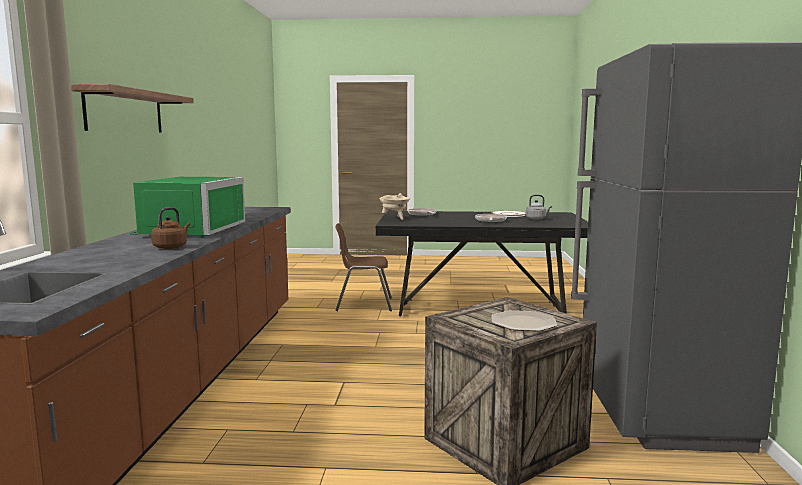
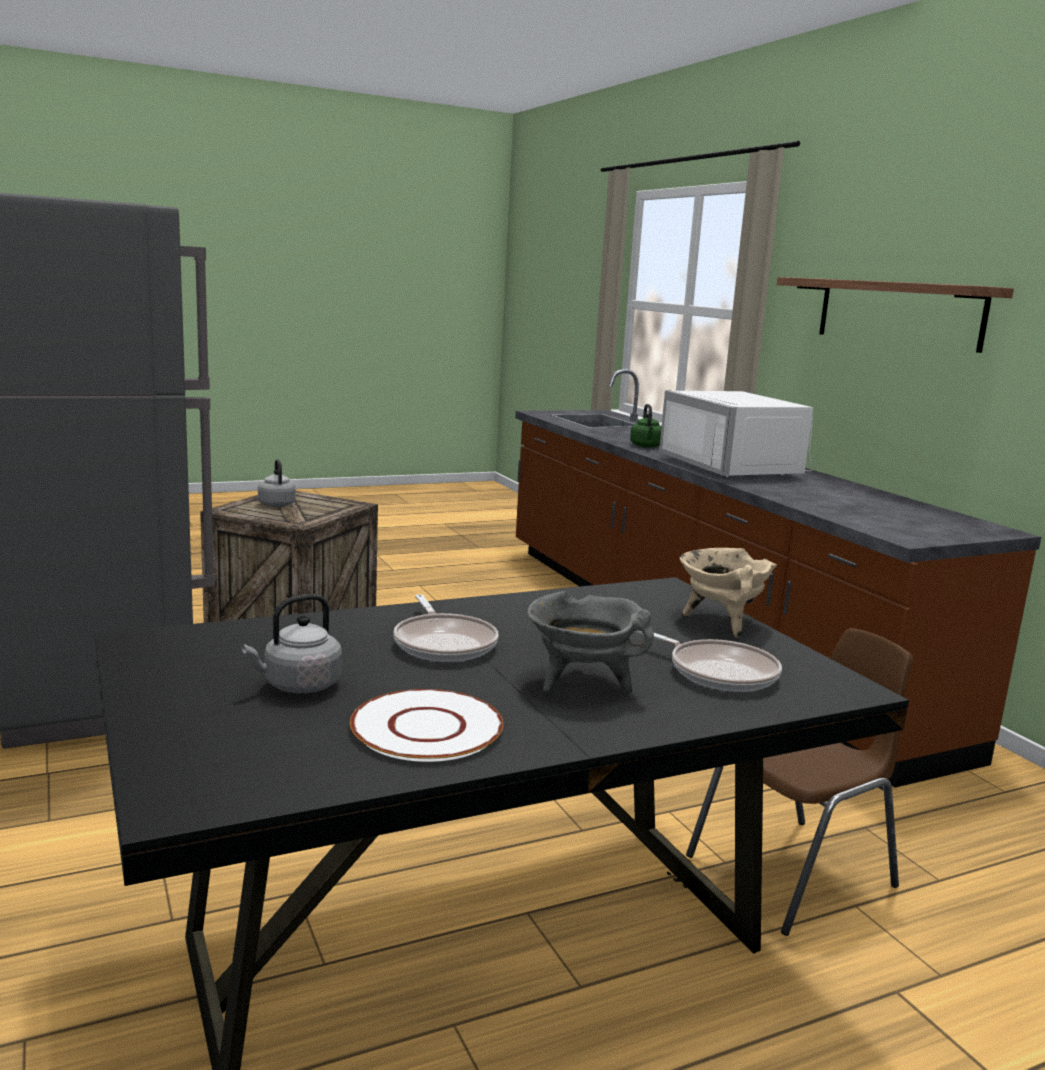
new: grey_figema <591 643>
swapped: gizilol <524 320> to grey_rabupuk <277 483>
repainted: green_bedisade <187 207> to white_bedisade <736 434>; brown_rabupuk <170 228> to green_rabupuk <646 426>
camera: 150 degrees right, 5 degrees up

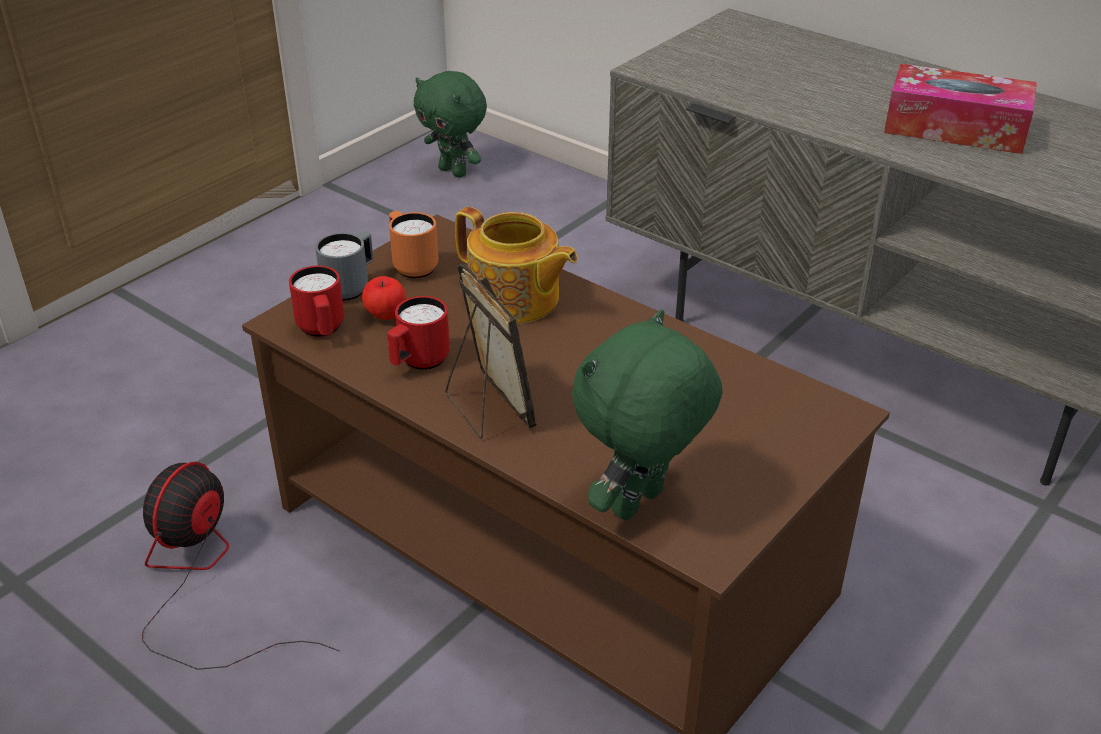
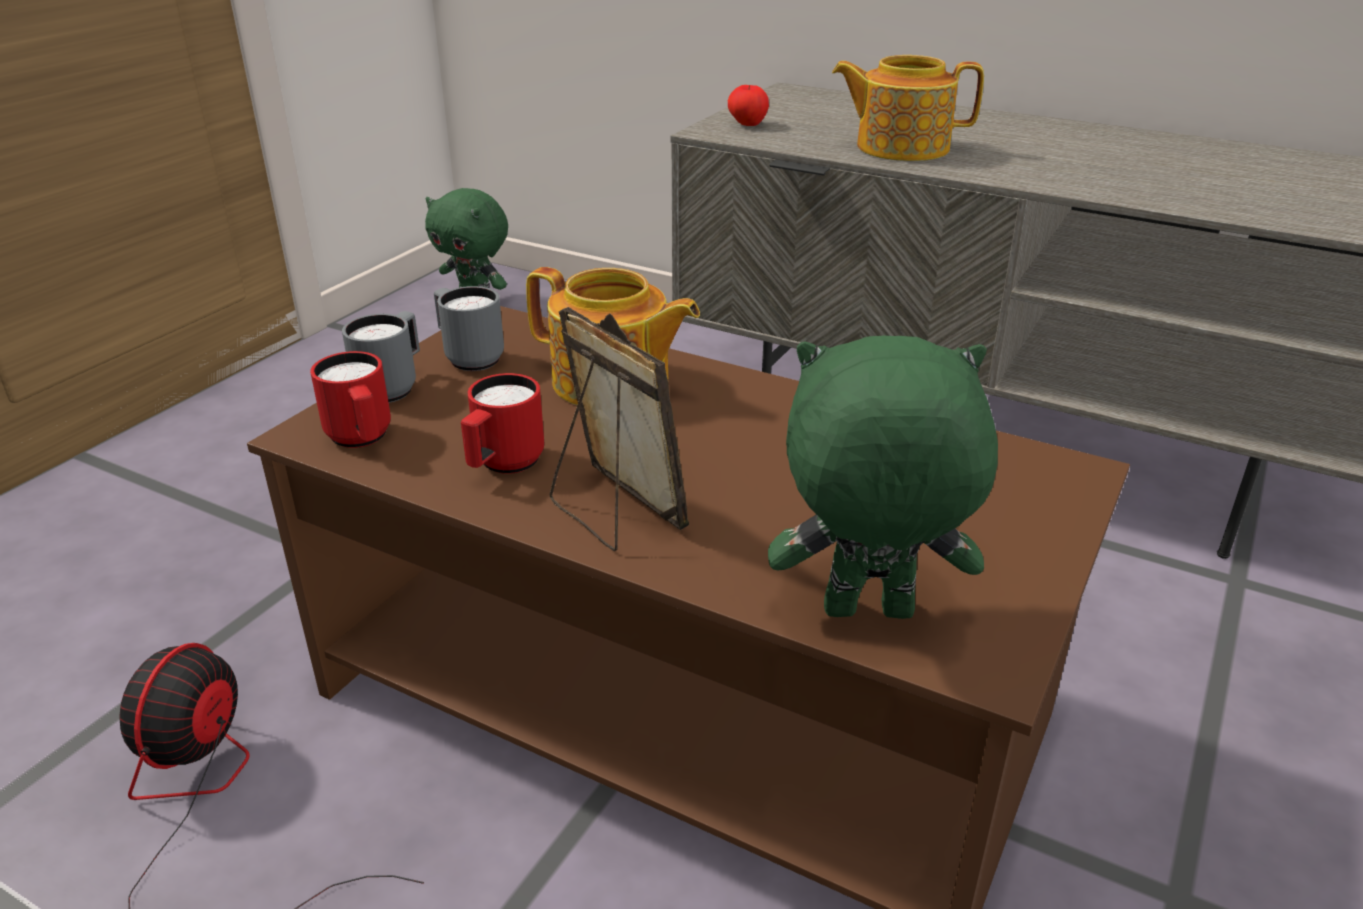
gone: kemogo <960 109>
new: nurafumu <908 108>
shifted: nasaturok <384 298> to <748 105>
repainted: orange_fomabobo <414 245> to grey_fomabobo <469 328>
rotated: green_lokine <647 415> = <883 477> 60 degrees clockwise
camera: 10 degrees left, 5 degrees down

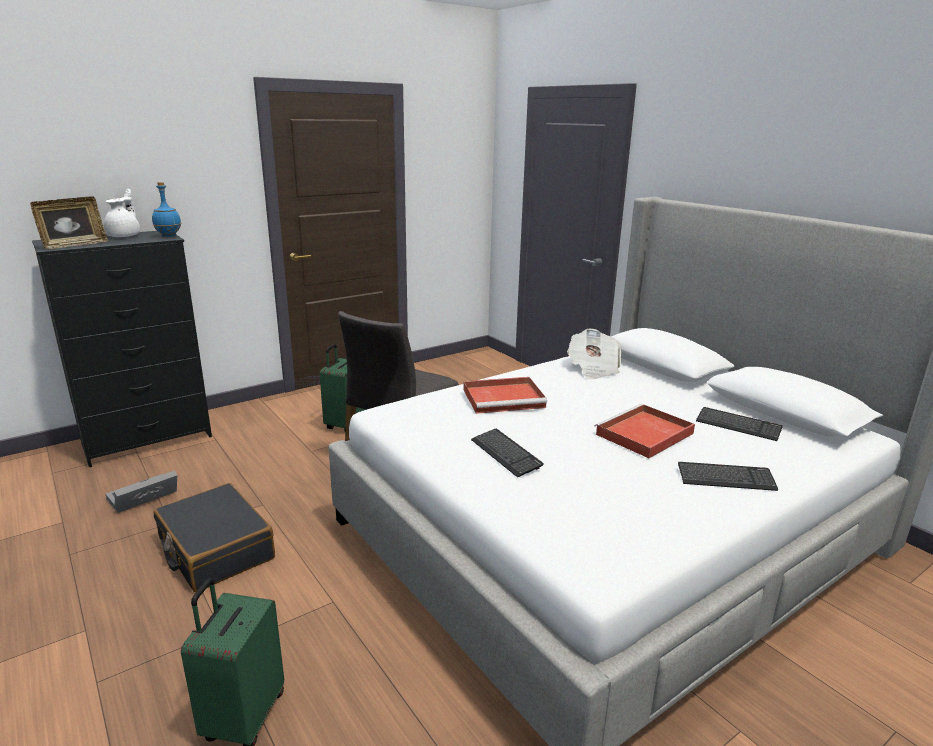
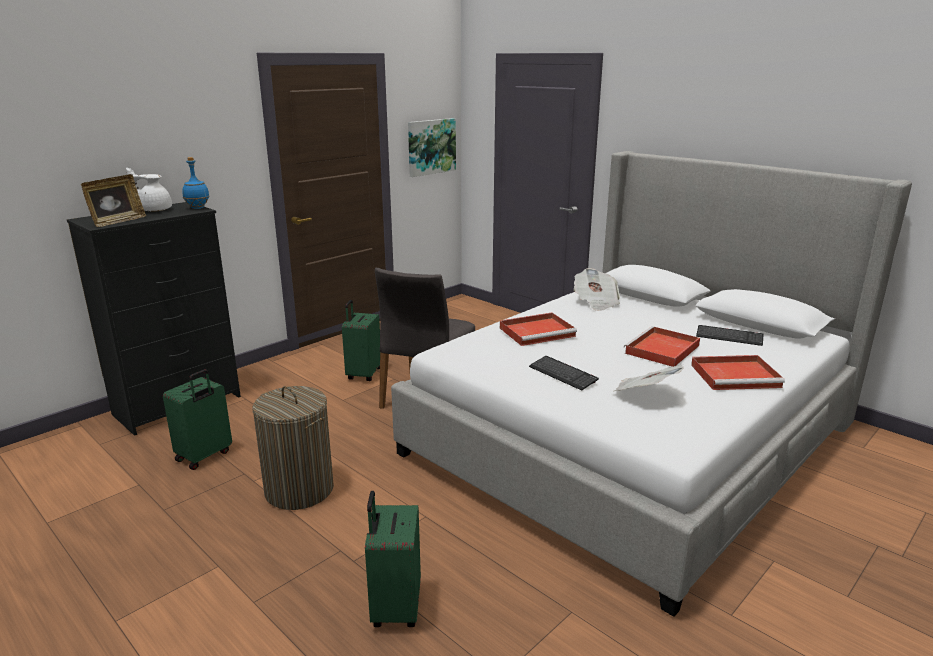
new: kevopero <432 147>; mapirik <648 378>
swapped: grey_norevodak <141 491> to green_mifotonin <197 419>; black_mifotonin <214 537> to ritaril <293 448>; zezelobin <728 476> to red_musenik <738 372>
rotated: white_nurafumu <122 213> = <149 189> 75 degrees counterclockwise
camera: 10 degrees left, 0 degrees up

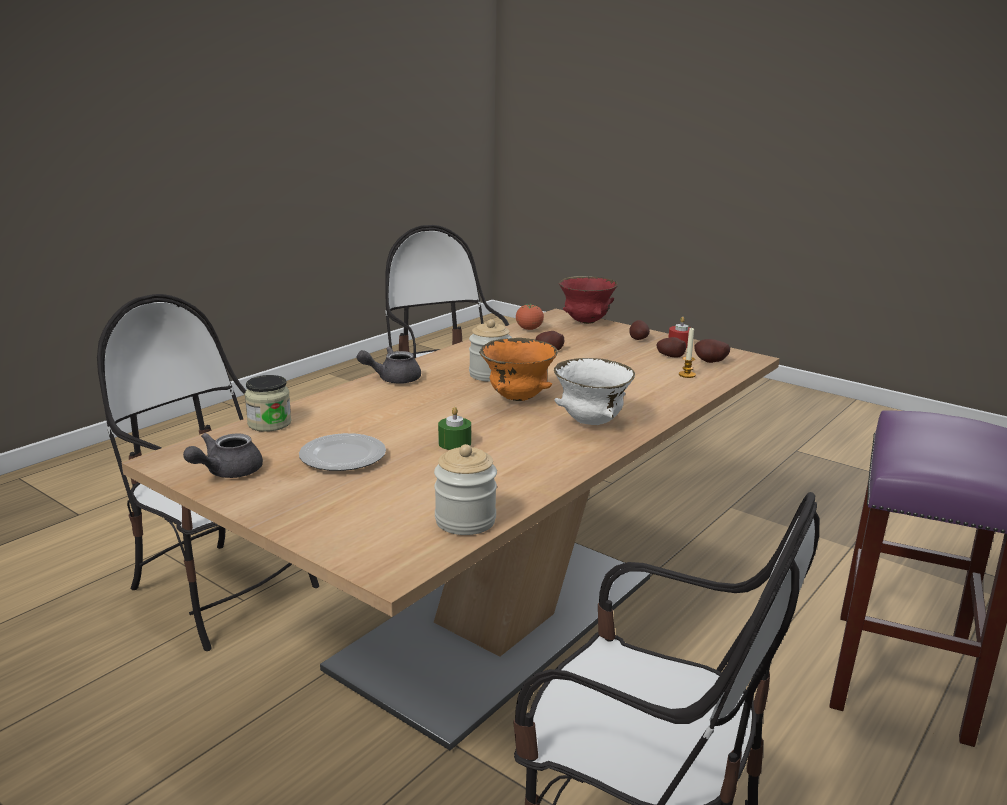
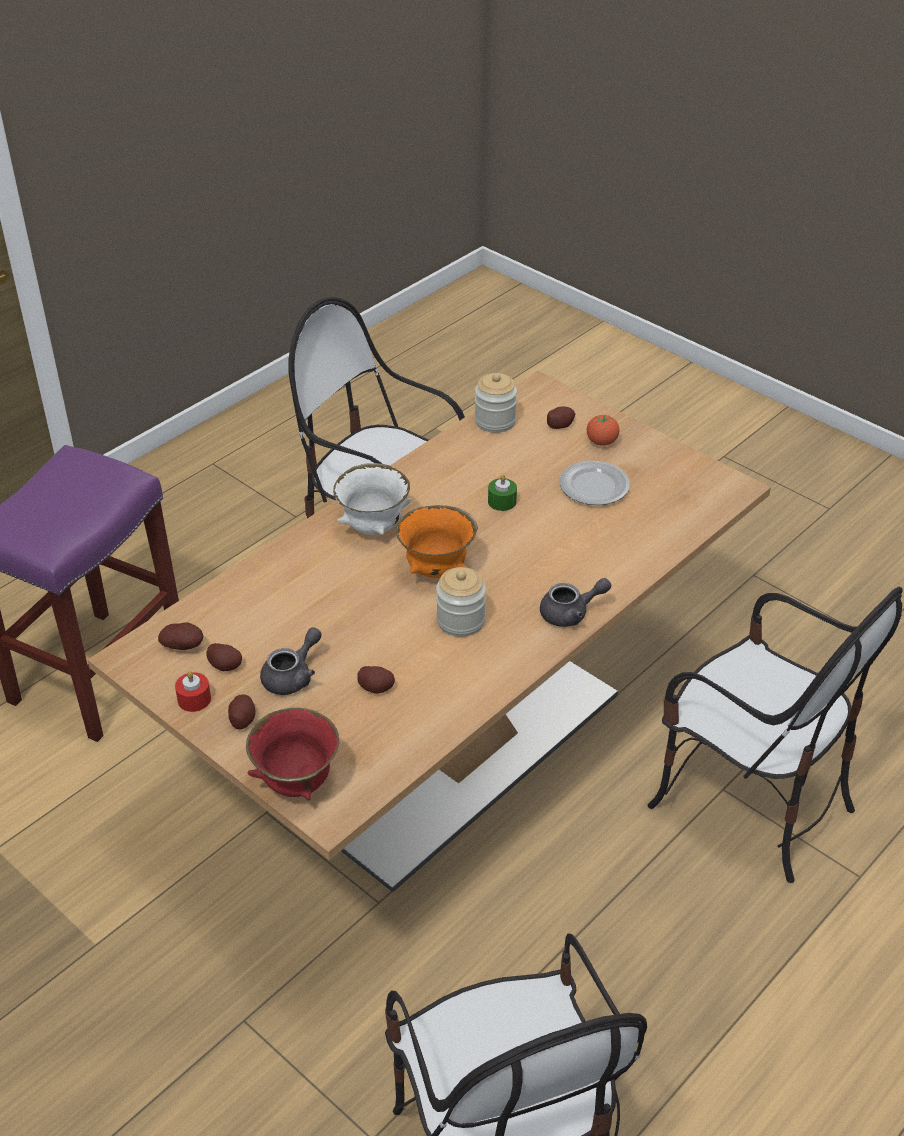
gone: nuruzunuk <268 403>; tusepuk <687 353>
new: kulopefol <561 418>
shifted: grey_nurafumu <223 455> to <291 661>; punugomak <530 317> to <603 430>
camera: 175 degrees left, 20 degrees up

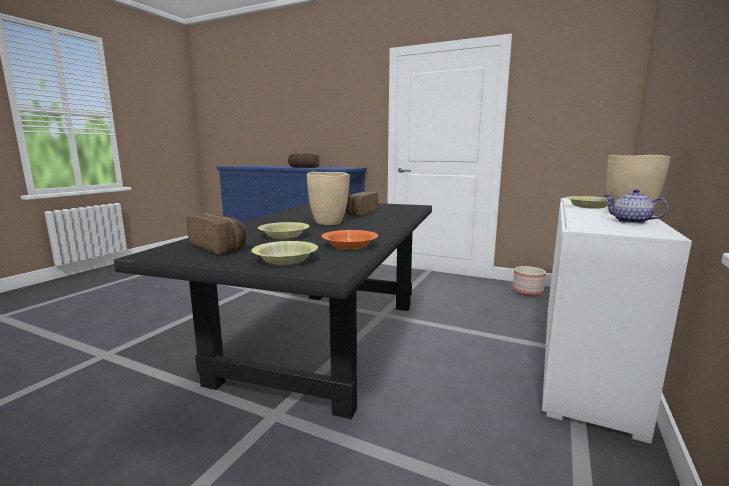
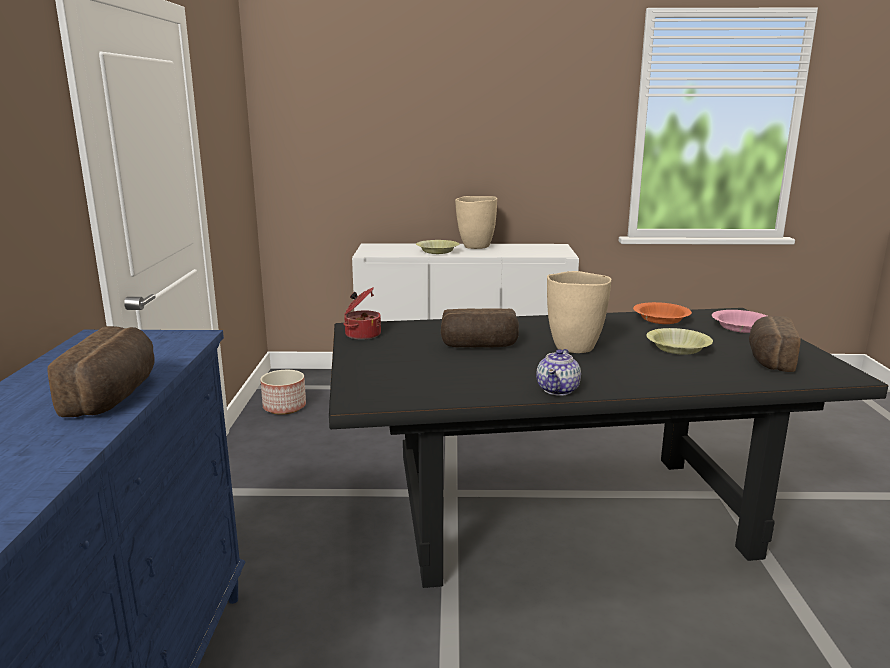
new: figema <362 313>
shifted: nurafumu <636 206> to <558 372>
repainted: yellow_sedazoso <284 253> to pink_sedazoso <739 321>
camera: 115 degrees left, 5 degrees up

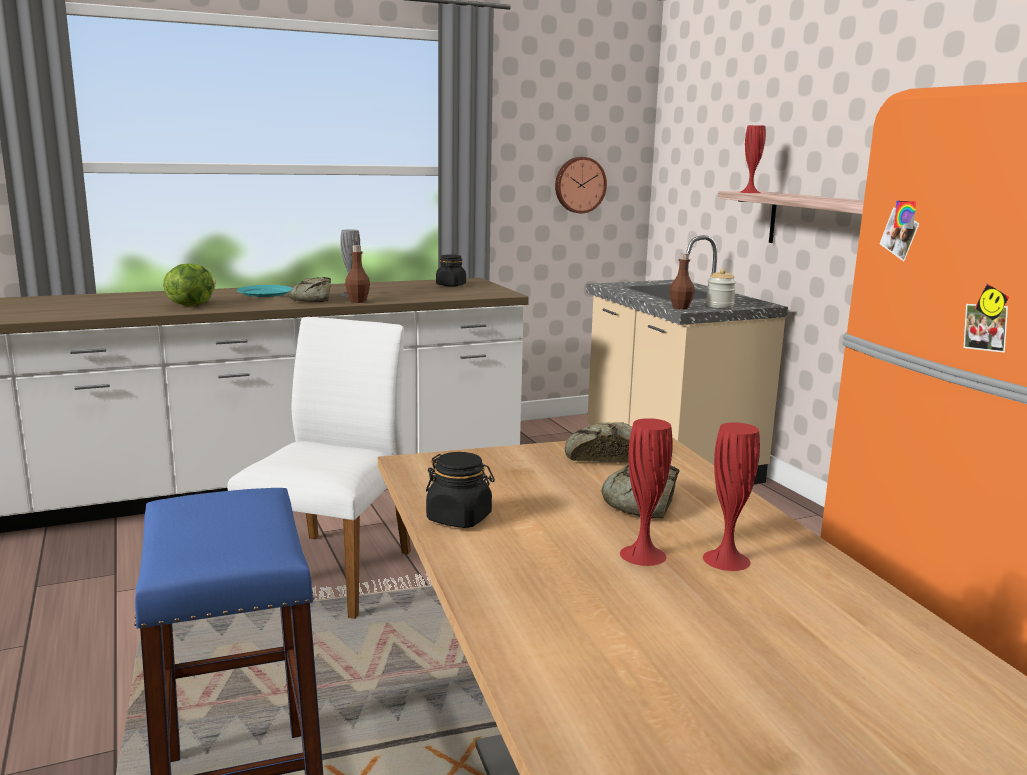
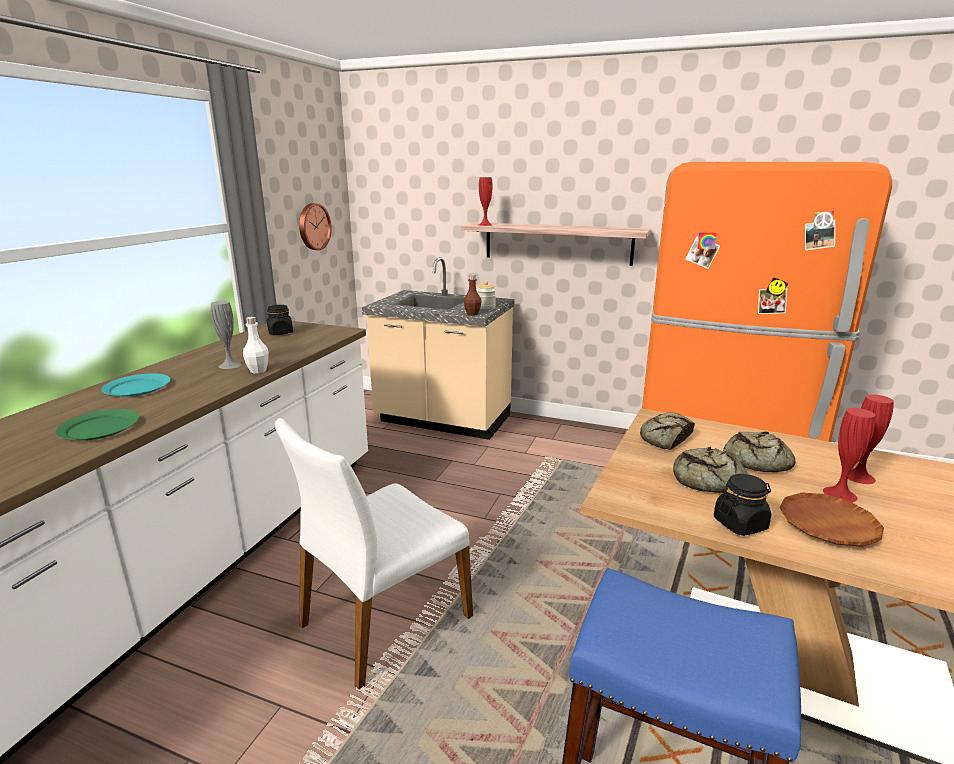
new: brown_gizilol <831 519>
shifted: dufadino <310 289> to <710 470>
swapped: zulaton <189 285> to green_gizilol <98 424>
repainted: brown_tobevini <357 274> to white_tobevini <256 345>
rotated: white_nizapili <319 468> = <374 553> 105 degrees counterclockwise
camera: 45 degrees left, 5 degrees up

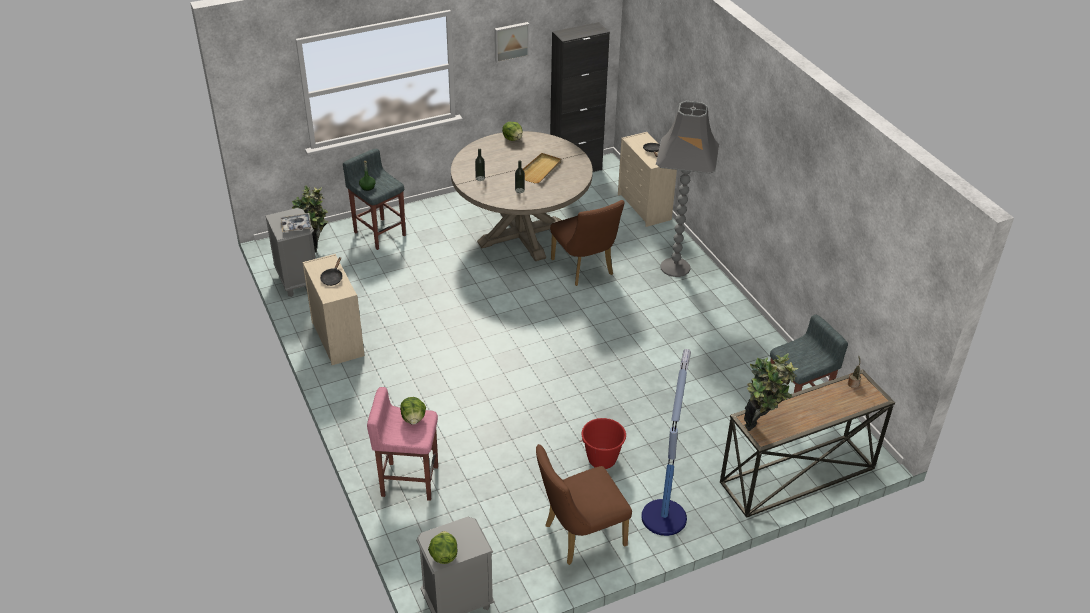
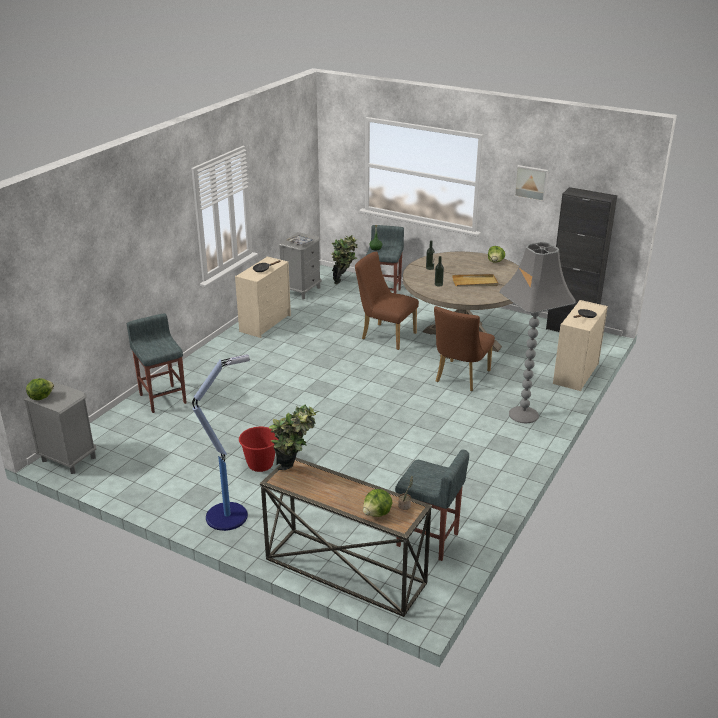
shifted: zulaton <413 411> to <378 503>; brown_nizapili <584 504> to <387 301>
repainted: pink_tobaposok <402 444> to grey_tobaposok <157 363>
camera: 55 degrees right, 10 degrees down

